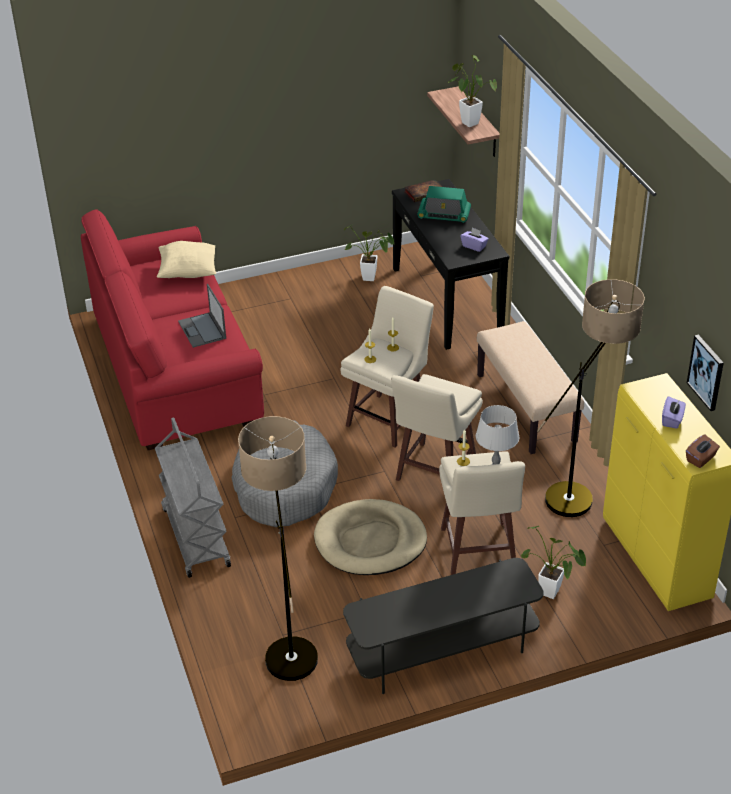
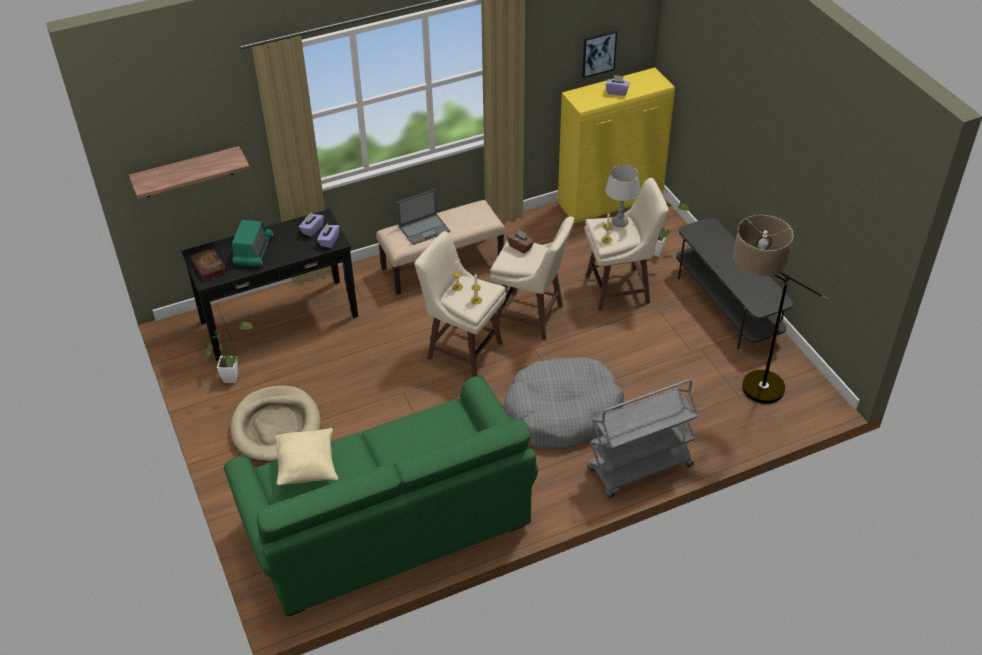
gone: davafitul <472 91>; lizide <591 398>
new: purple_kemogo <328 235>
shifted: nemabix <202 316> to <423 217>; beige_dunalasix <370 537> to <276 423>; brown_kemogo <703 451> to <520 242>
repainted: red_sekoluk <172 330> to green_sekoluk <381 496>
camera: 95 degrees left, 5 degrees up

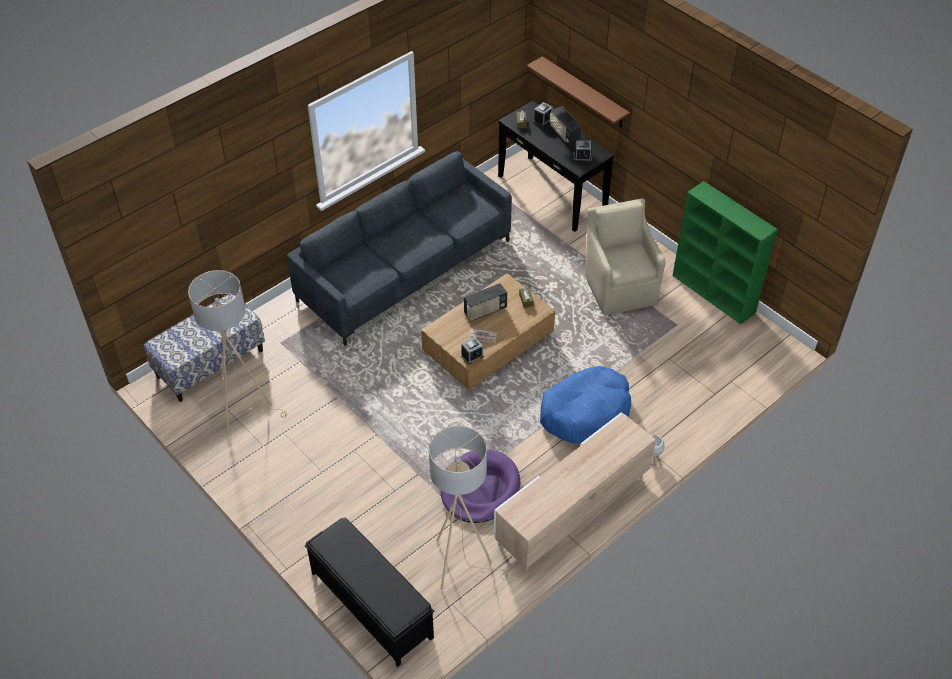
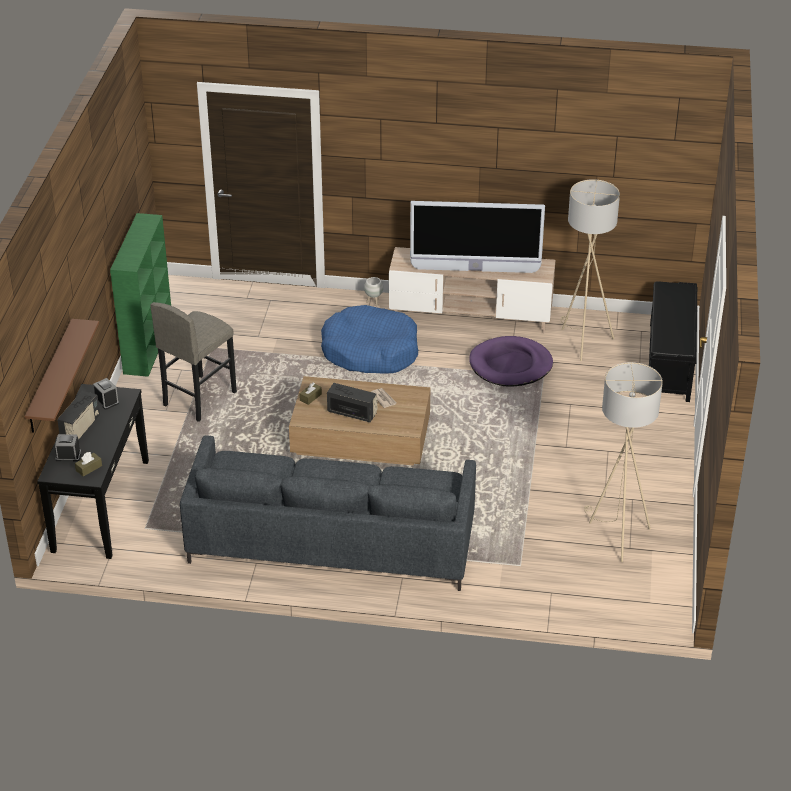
gone: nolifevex <204 348>; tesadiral <472 350>
new: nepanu <477 237>
swapped: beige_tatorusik <625 256> to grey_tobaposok <193 362>
camera: 130 degrees left, 10 degrees down

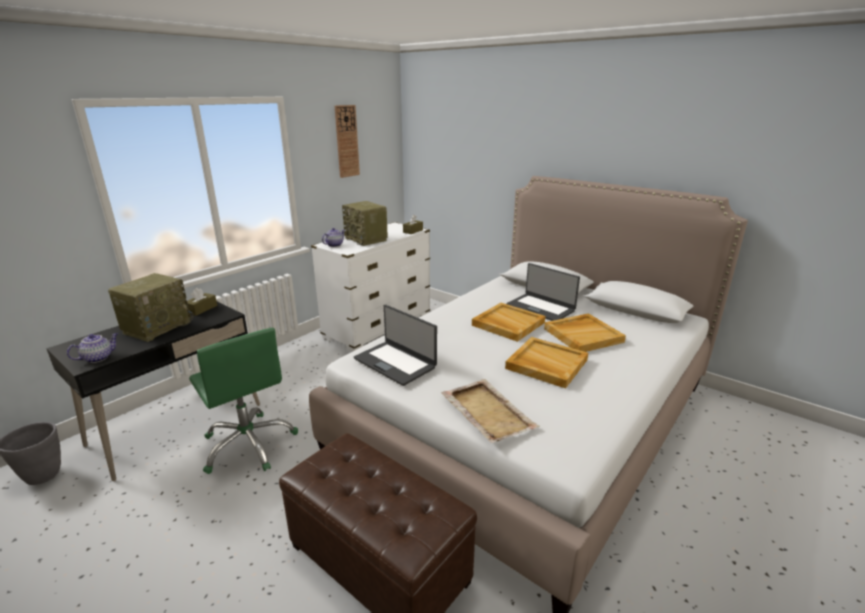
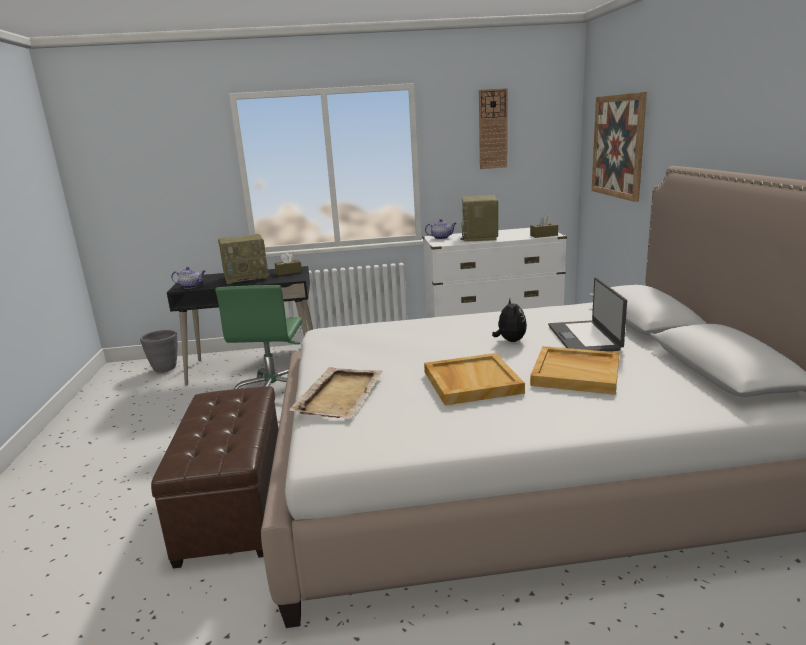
gone: nemabix <395 345>
new: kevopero <619 147>
swapped: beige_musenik <509 322> to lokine <509 320>
camera: 45 degrees right, 5 degrees down

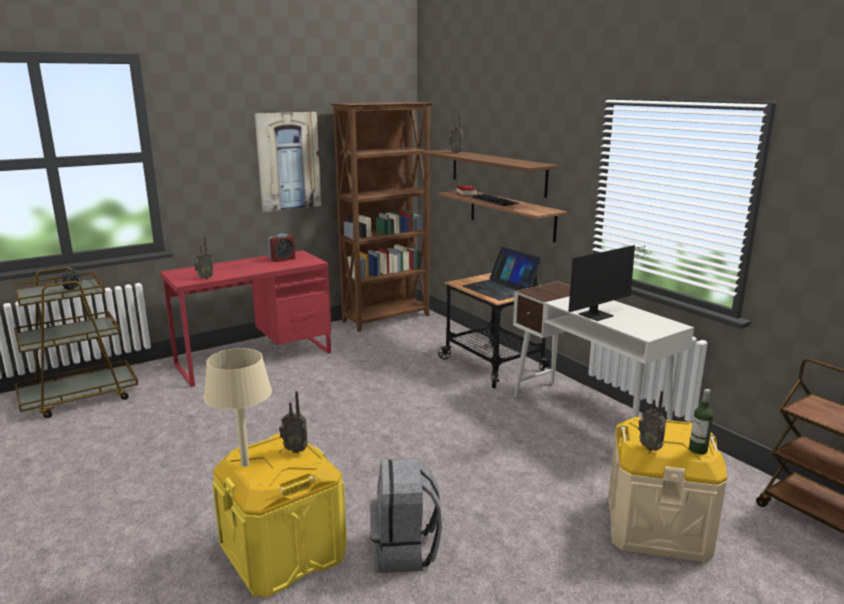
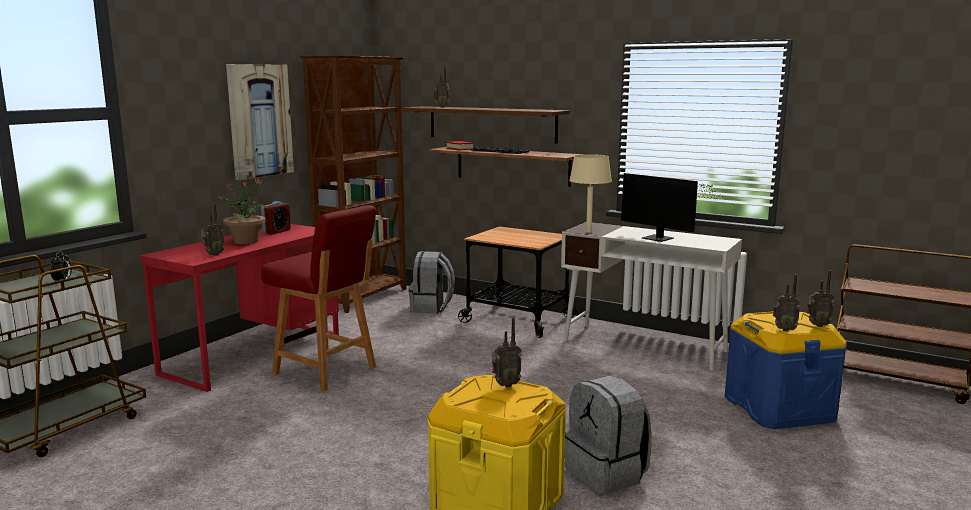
gone: nemabix <502 274>
new: davafitul <243 210>; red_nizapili <318 298>; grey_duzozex <431 282>
shifted: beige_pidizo <238 407> to <590 193>
swapped: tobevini <701 422> to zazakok <820 298>
repainted: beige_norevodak <667 489> to blue_norevodak <786 370>
rotated: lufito <610 283> = <671 207> 105 degrees clockwise
camera: 25 degrees left, 5 degrees down

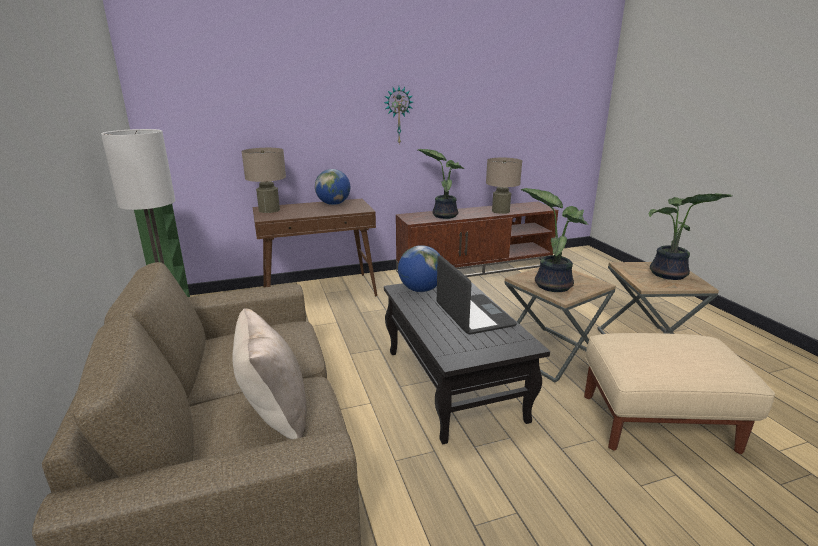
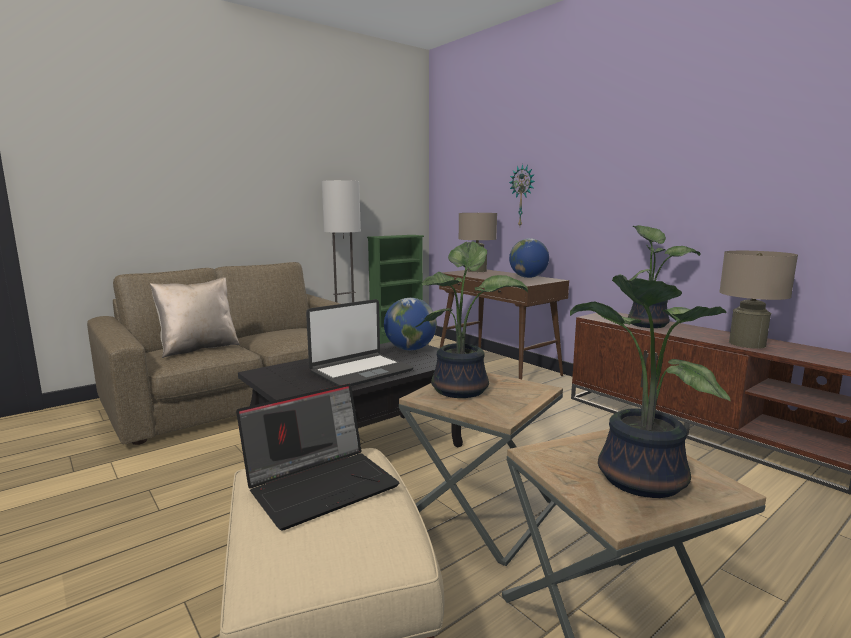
new: nemabix <317 457>
shifted: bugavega <398 115> to <522 195>
camera: 70 degrees right, 10 degrees down

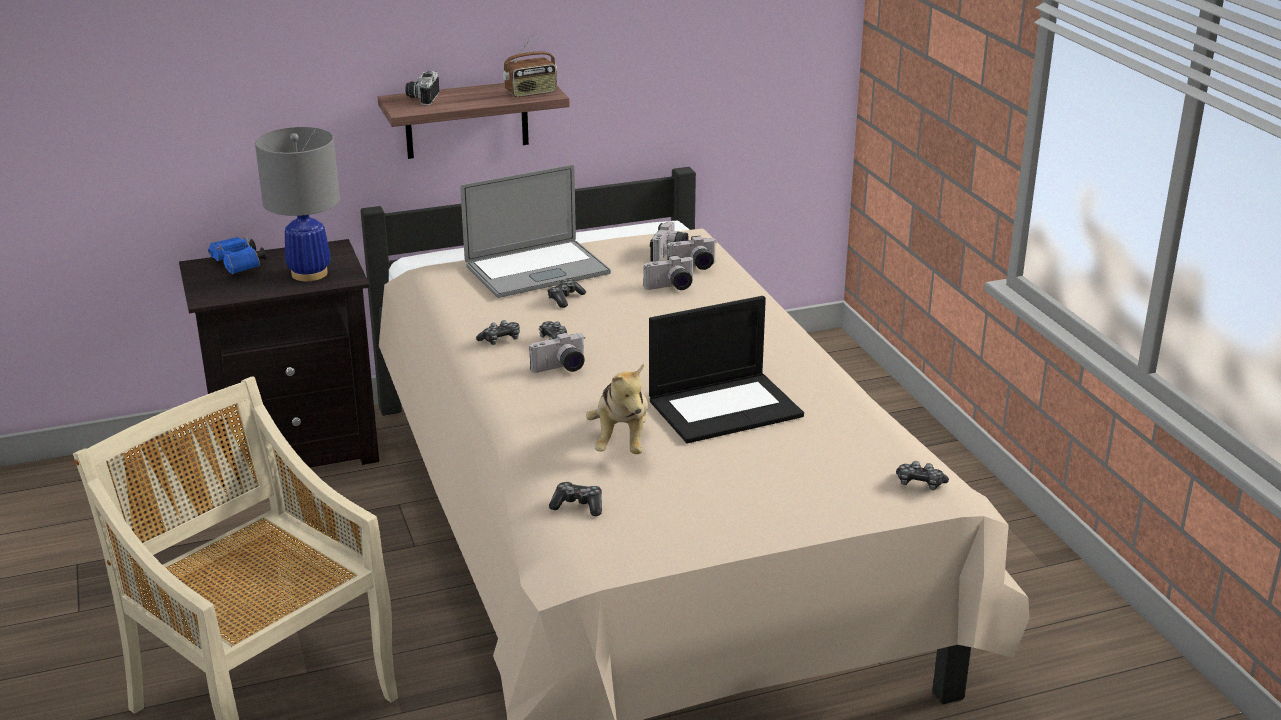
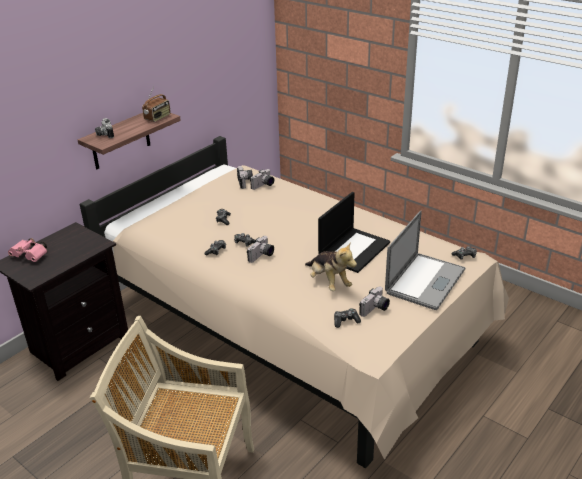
gone: grey_pidizo <297 204>
shifted: nemabix <535 231> to <425 260>; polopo <669 272> to <374 302>
repainted: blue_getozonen <237 255> to pink_getozonen <27 250>
camera: 30 degrees left, 5 degrees up

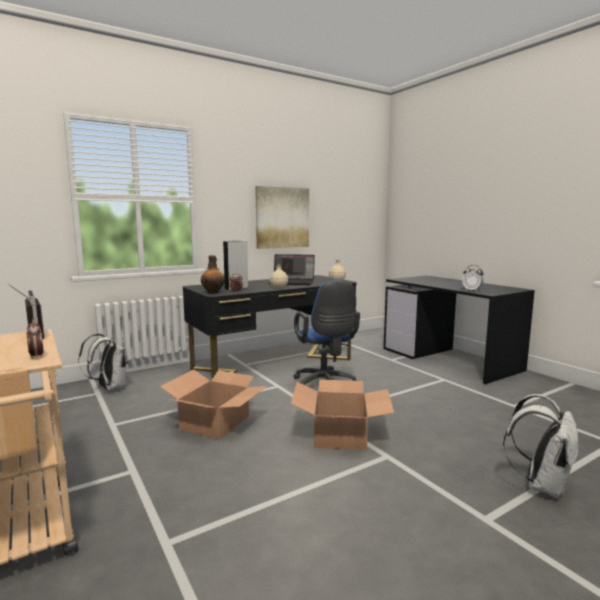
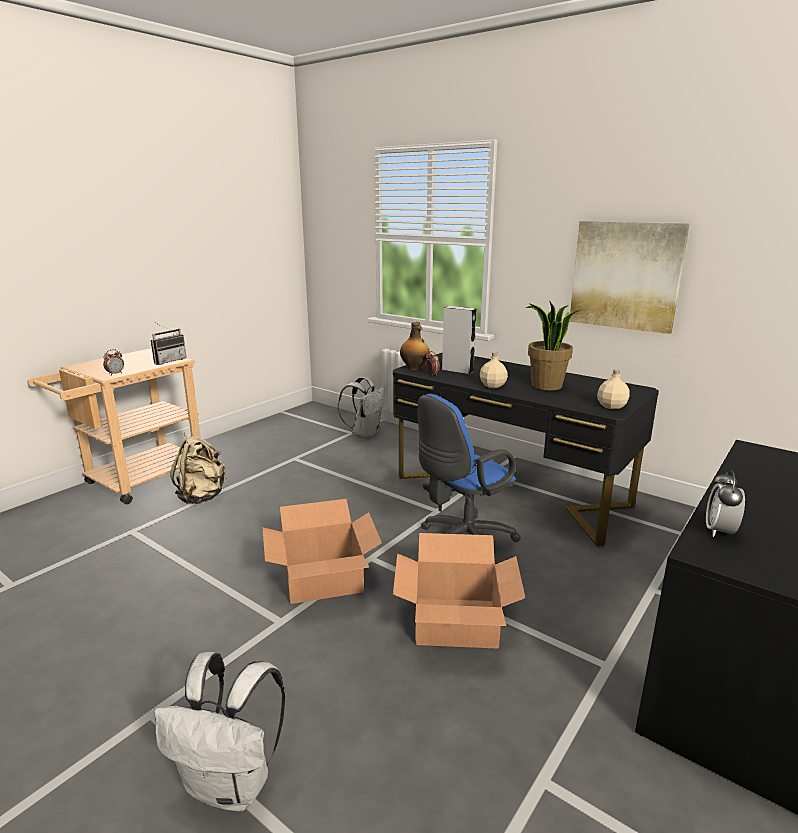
new: beige_duzozex <198 468>
shifted: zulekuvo <213 404> to <459 591>
swapped: nemabix <292 269> to davafitul <553 345>
camera: 70 degrees right, 10 degrees up

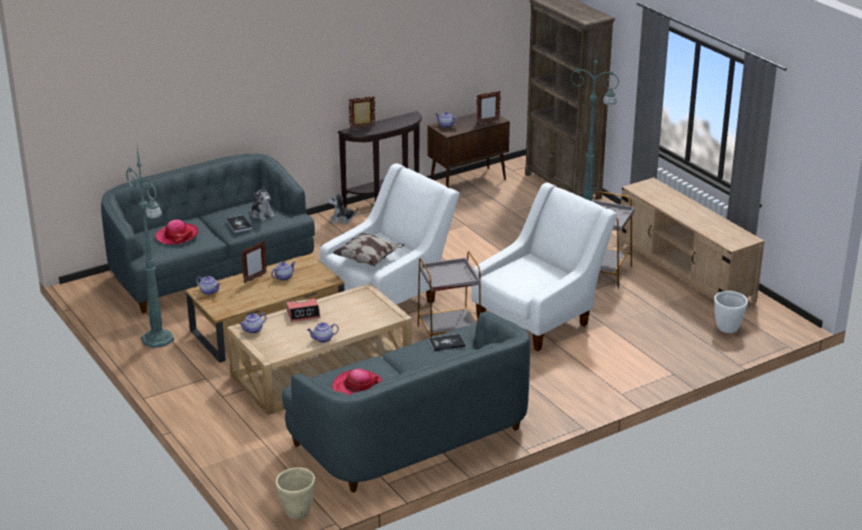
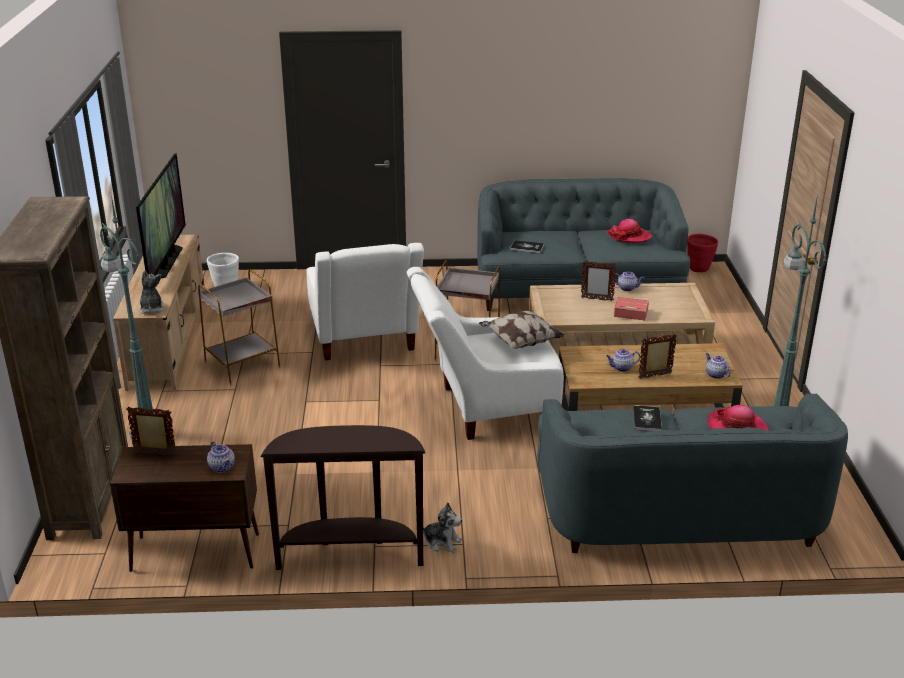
gone: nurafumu <252 323>
new: nepanu <161 216>
shifted: lokine <263 203> to <152 292>; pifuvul <362 113> to <599 281>
repainted: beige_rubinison <295 493> to red_rubinison <702 252>
rotated: white_tatorusik <544 267> = <365 301> 90 degrees counterclockwise
camera: 150 degrees left, 0 degrees up

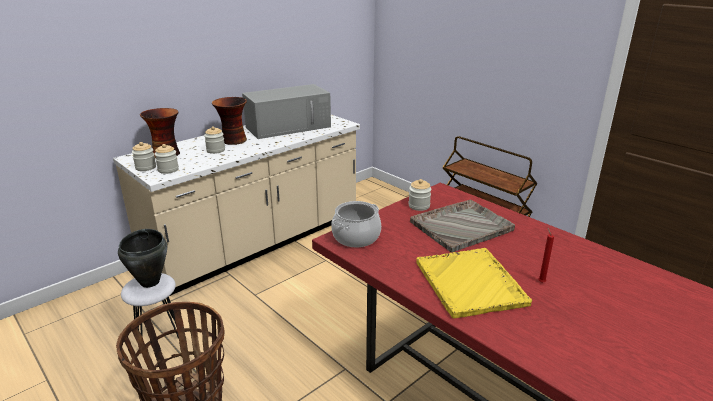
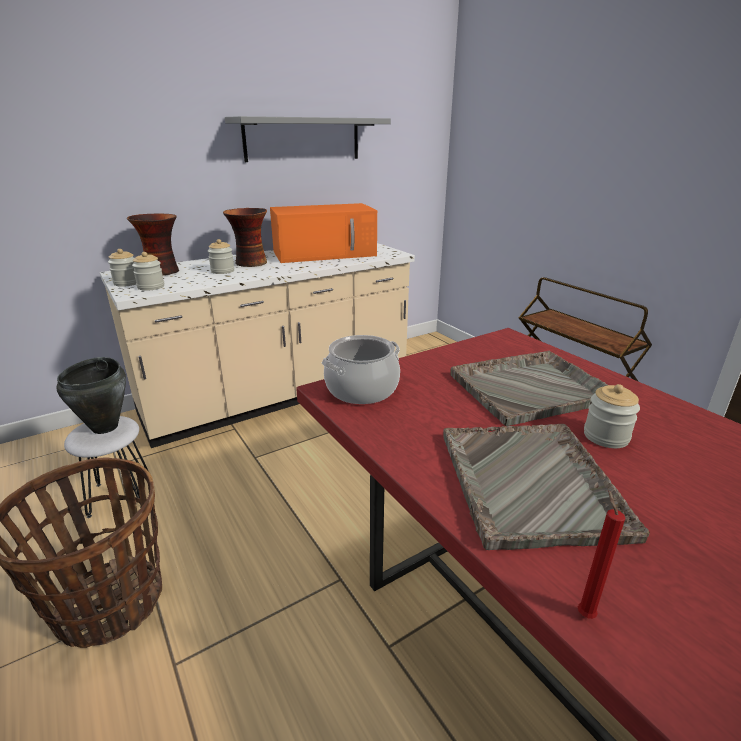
new: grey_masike <308 139>
shifted: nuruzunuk <419 195> to <612 416>; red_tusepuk <546 255> to <602 554>
repainted: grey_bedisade <286 111> to orange_bedisade <323 233>; yellow_musenik <474 283> to grey_musenik <546 487>
camera: 10 degrees right, 0 degrees up

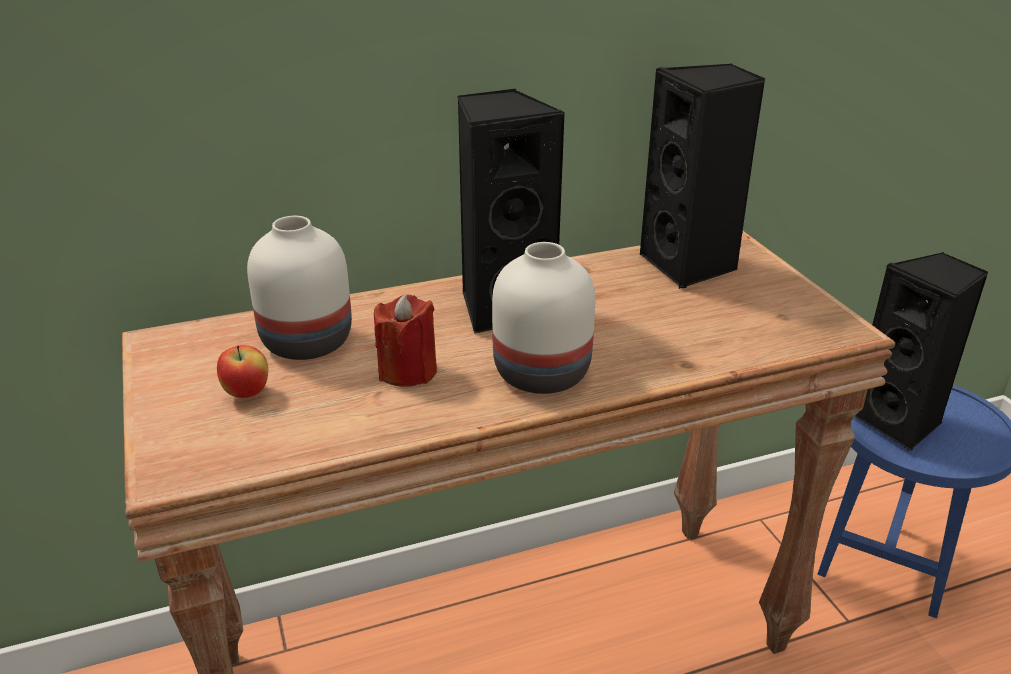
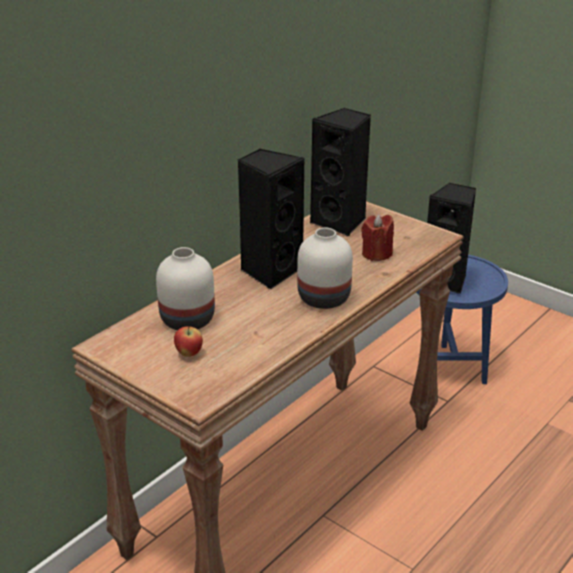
shifted: red_tusepuk <405 340> to <377 237>
camera: 30 degrees left, 0 degrees up

